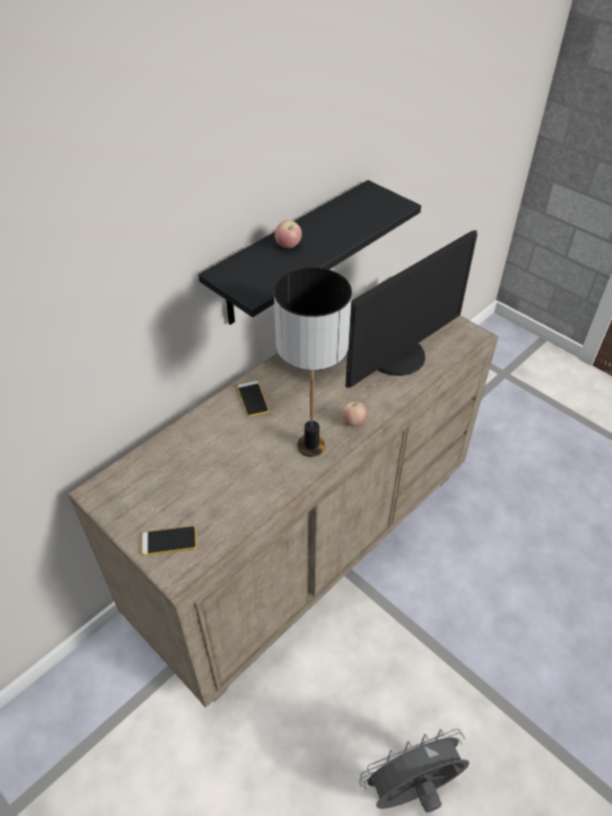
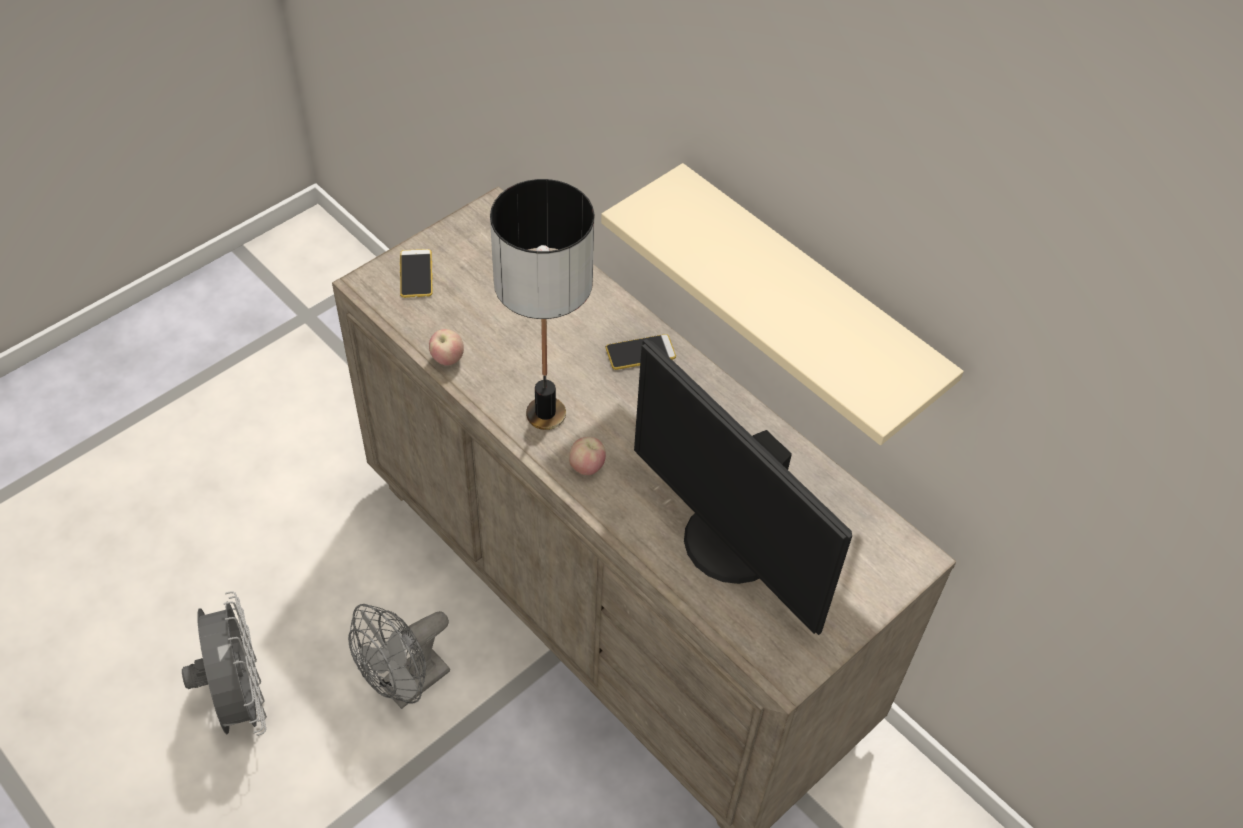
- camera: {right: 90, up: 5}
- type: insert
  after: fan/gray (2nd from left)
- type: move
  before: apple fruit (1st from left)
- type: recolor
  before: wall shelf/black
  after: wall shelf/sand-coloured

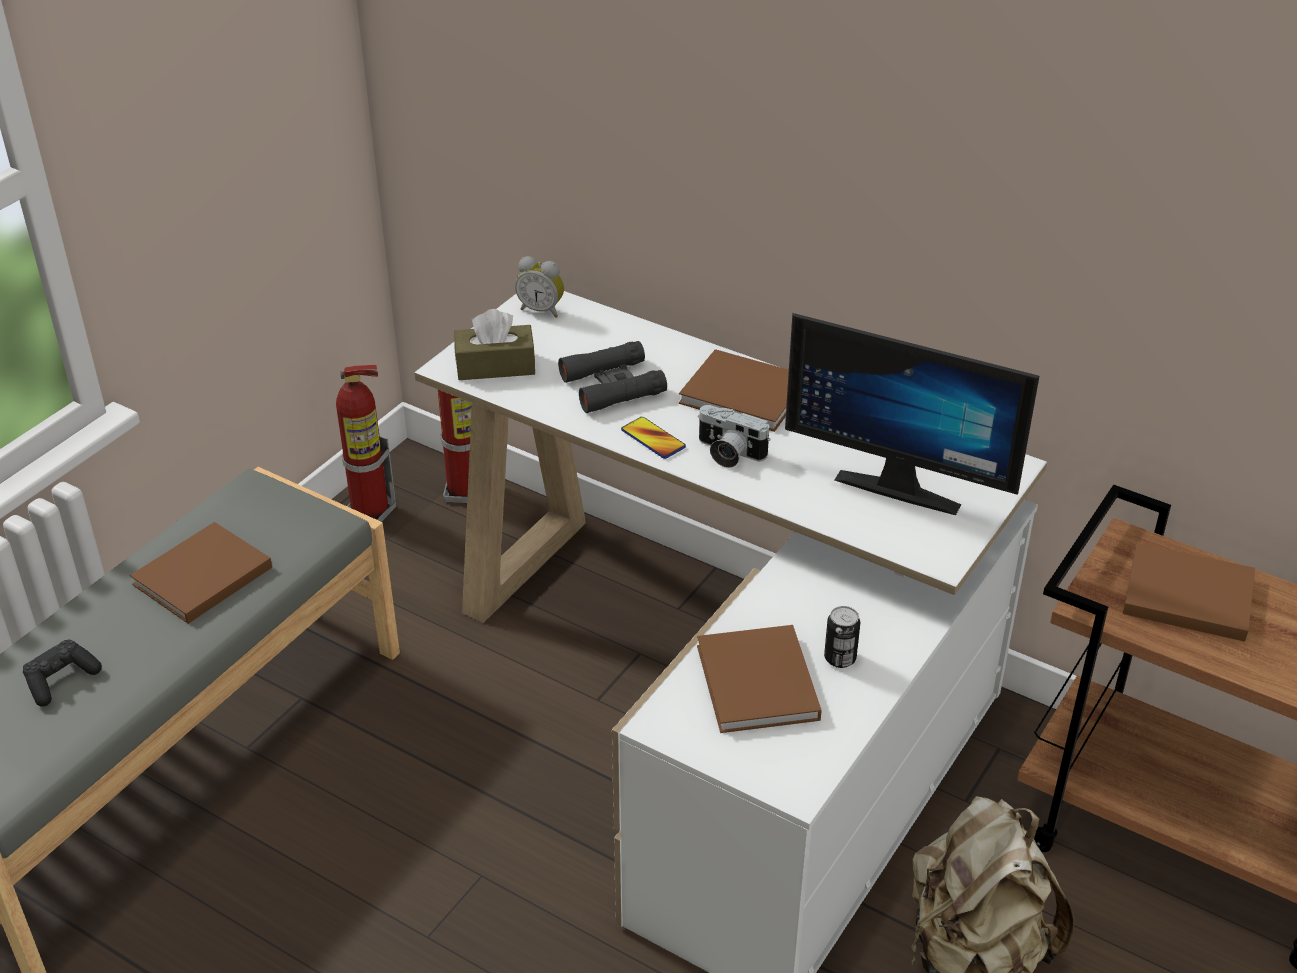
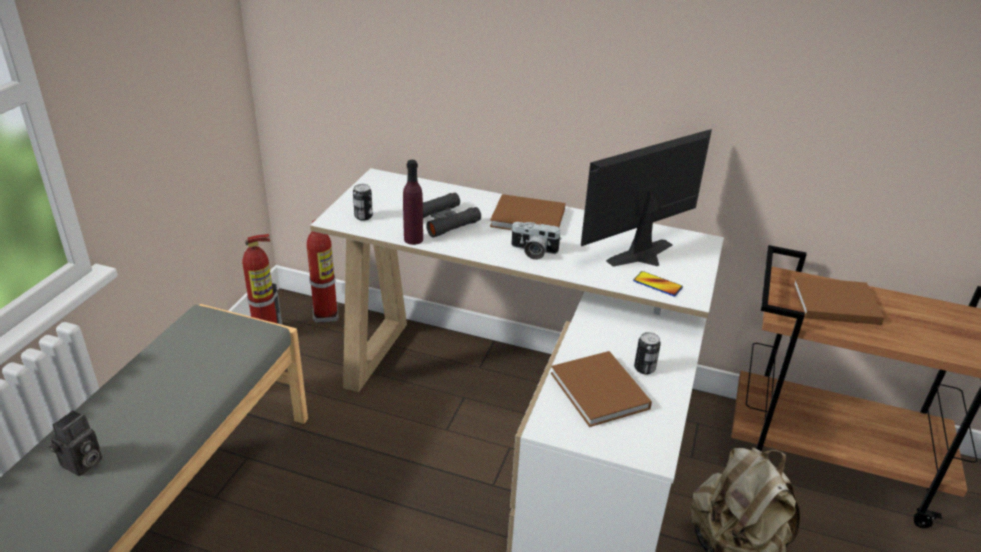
- camera: {right: -15, up: -5}
- type: delete
  before: volume/brownish (1st from left)
- type: delete
  before: alarm clock
- type: insert
  after: drink bottle/purple-coloured
- type: move
  before: telephone
- type: replace
  before: joypad/black
  after: photo camera (1st from left)
- type: replace
  before: box of tissues/brownish
  after: sealed can (1st from left)
- type: rotate
  before: monitor
  turn: 135

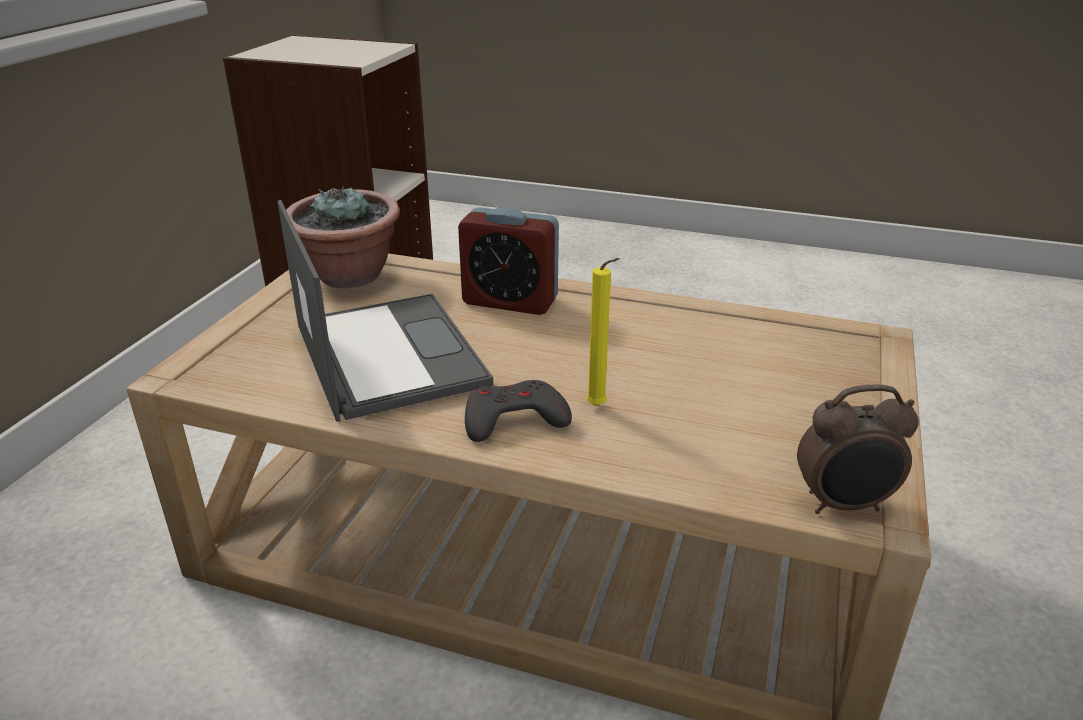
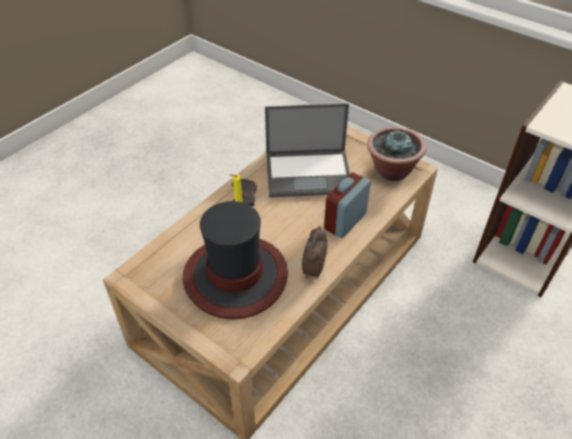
- camera: {right: 110, up: 15}
- type: insert
  after: clothing hat
- type: move
  before: alarm clock (2nd from left in the first image)
  after: alarm clock (1st from left)

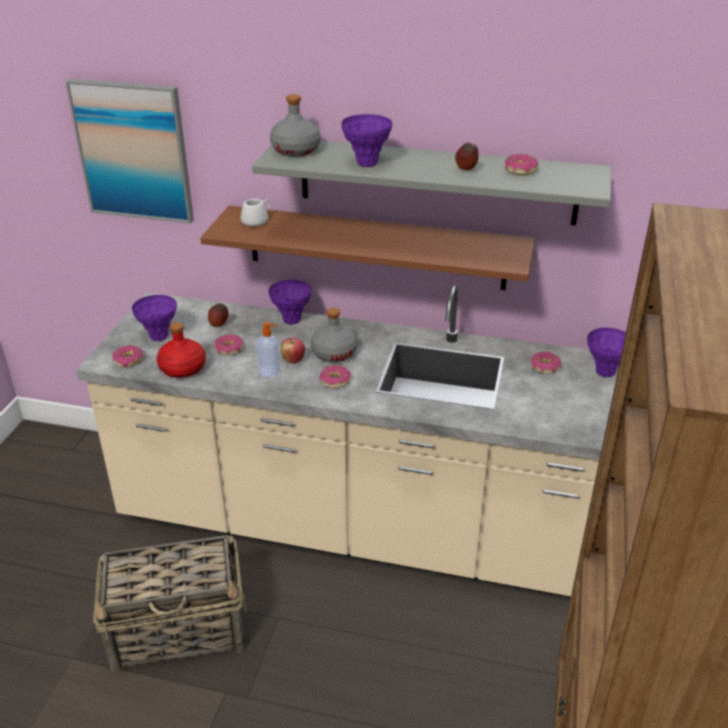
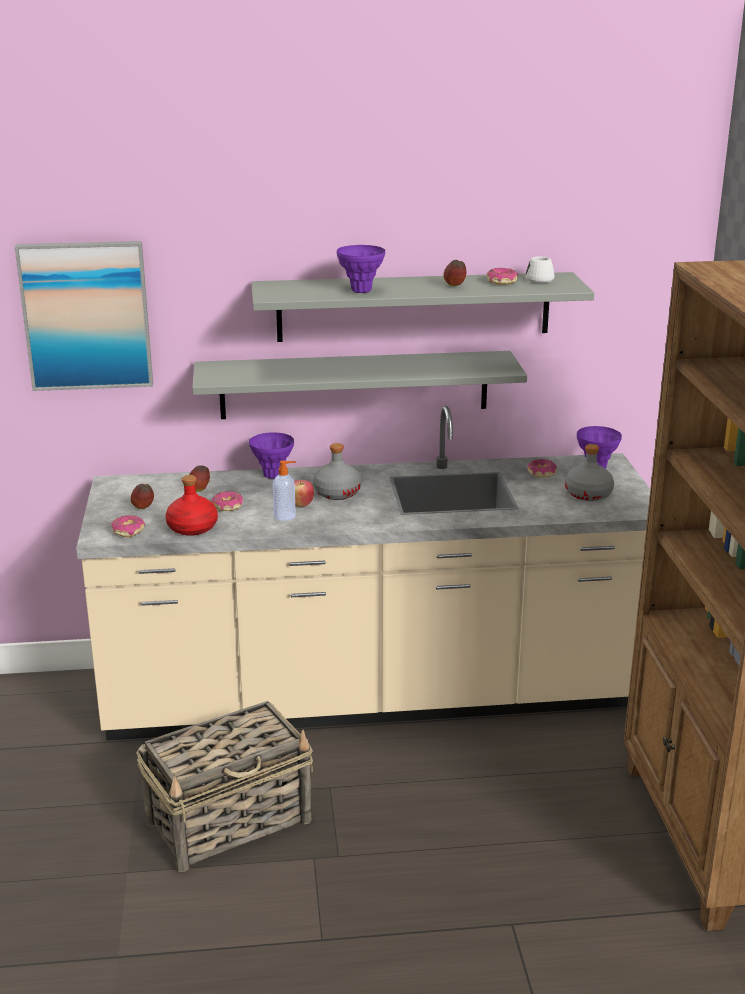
- camera: {right: -20, up: -10}
- type: delete
  before: donut (3rd from left)
- type: move
  before: tea mug/white-coloured
- type: move
  before: drink bottle/gray (1st from left in the first image)
  after: drink bottle/gray (2nd from left)
- type: replace
  before: decorative vase/purple-coloured (1st from left)
  after: apple fruit (1st from left)
- type: recolor
  before: wall shelf/brownish
  after: wall shelf/gray (1st from left)

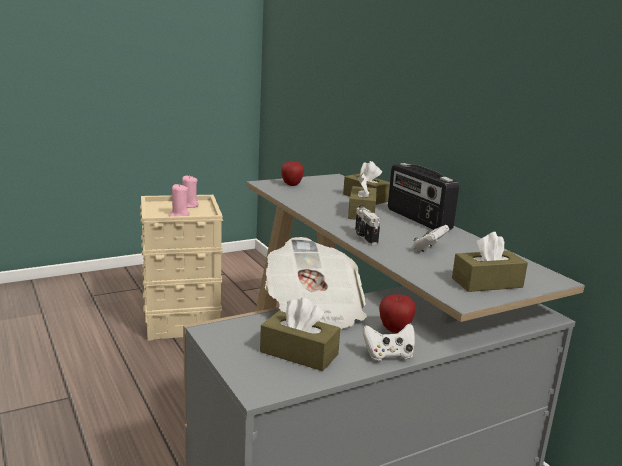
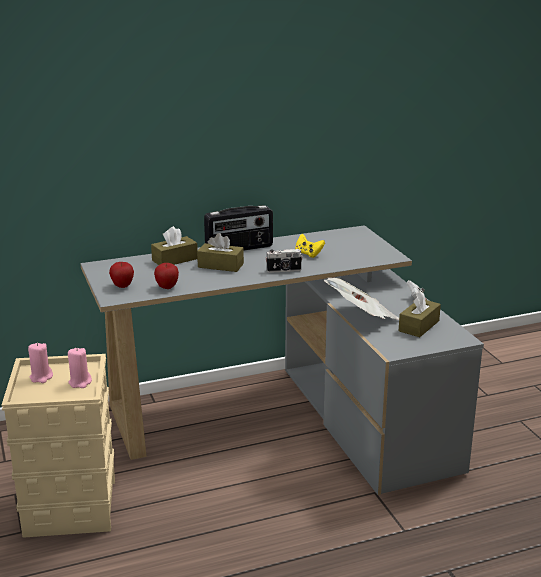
- camera: {right: -80, up: 5}
- type: delete
  before: box of tissues/brownish (4th from left)
- type: move
  before: apple fruit (2nd from left)
- type: recolor
  before: joypad/white-coloured (2nd from left)
  after: joypad/yellowish

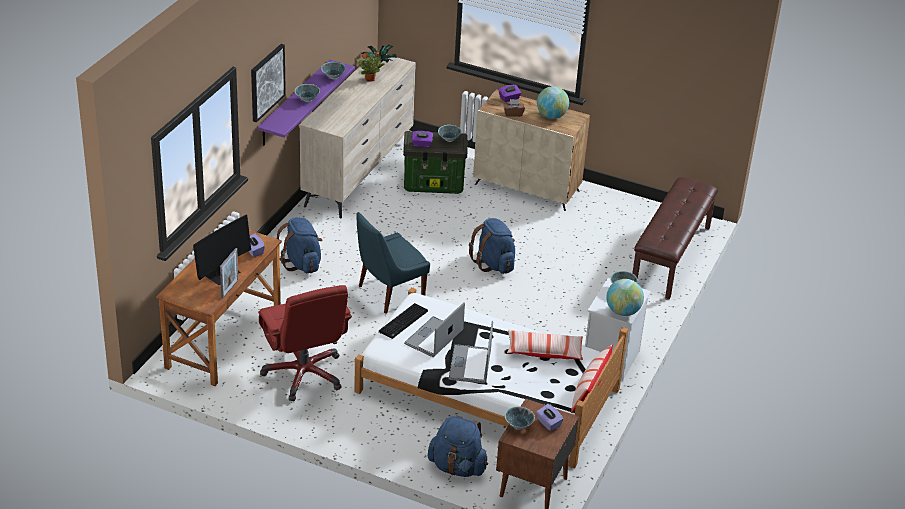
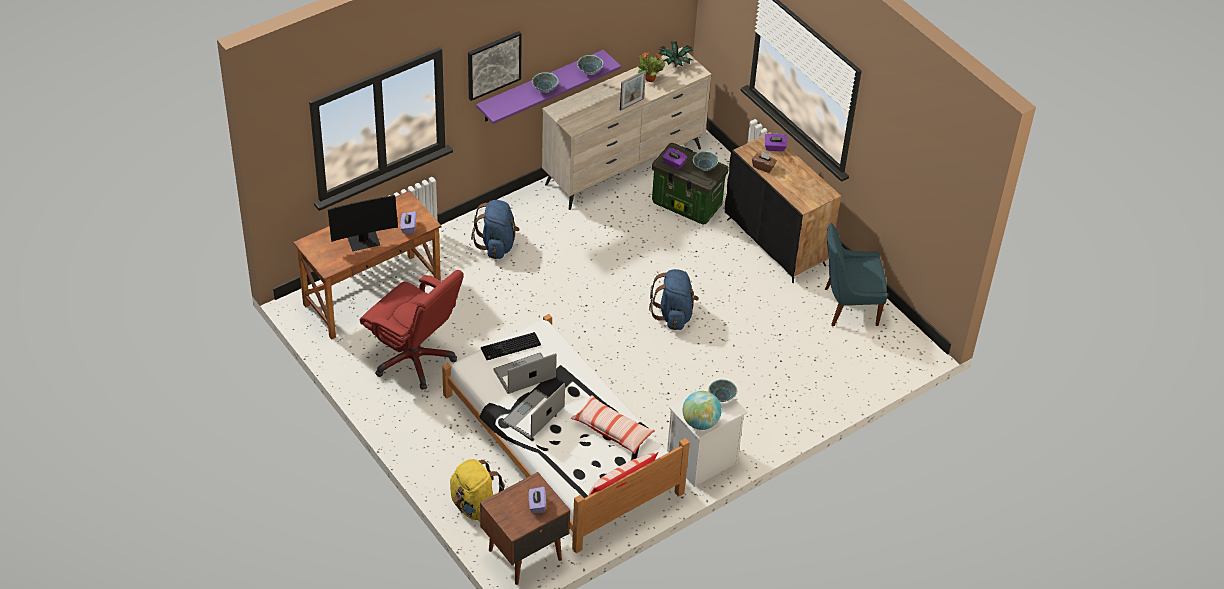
- camera: {right: 30, up: 10}
- type: delete
  before: serving bowl (4th from left)
- type: delete
  before: globe (1st from left)
- type: delete
  before: indoor bench/brownish
- type: move
  before: standing frame
- type: move
  before: upright chair/blue-coloured
- type: recolor
  before: backpack/blue-coloured (2nd from left)
  after: backpack/yellowish
- type: recolor
  before: storage cabinet/sand-coloured
  after: storage cabinet/black
- type: rotate
  before: desk chair/red
  turn: -60

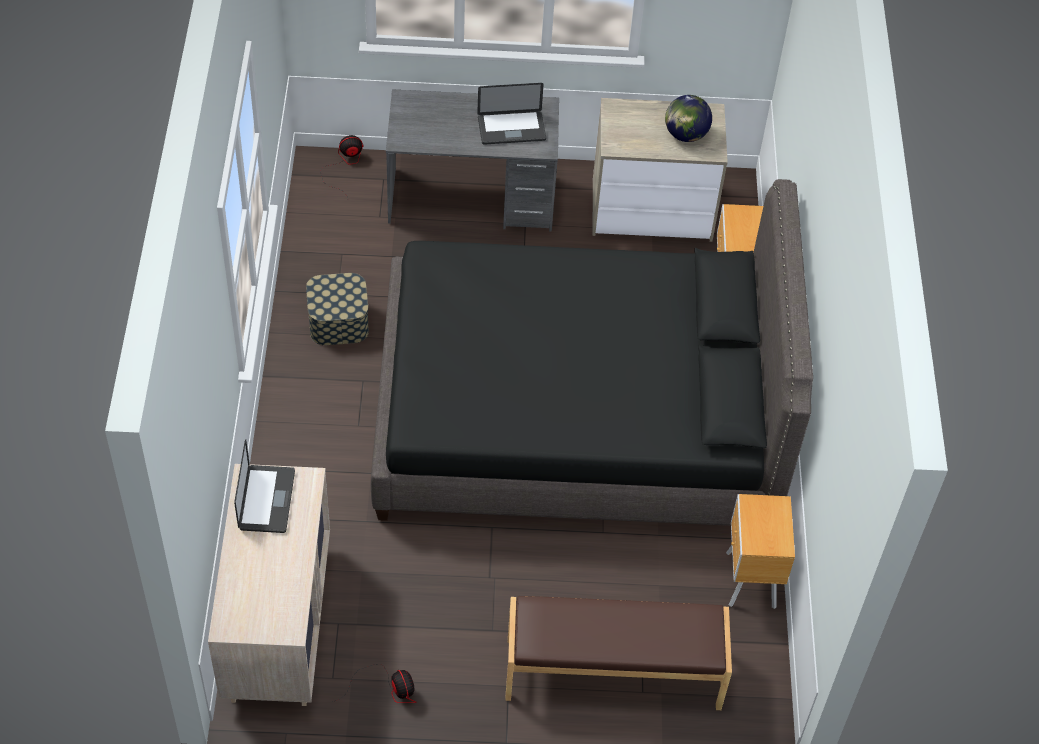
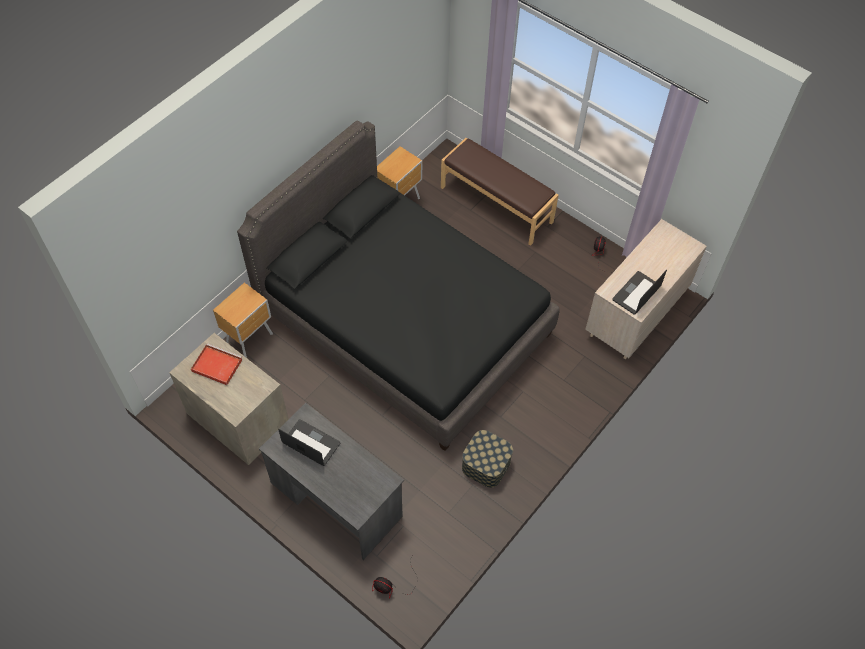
- camera: {right: -140, up: 5}
- type: replace
  before: globe
  after: tray/red

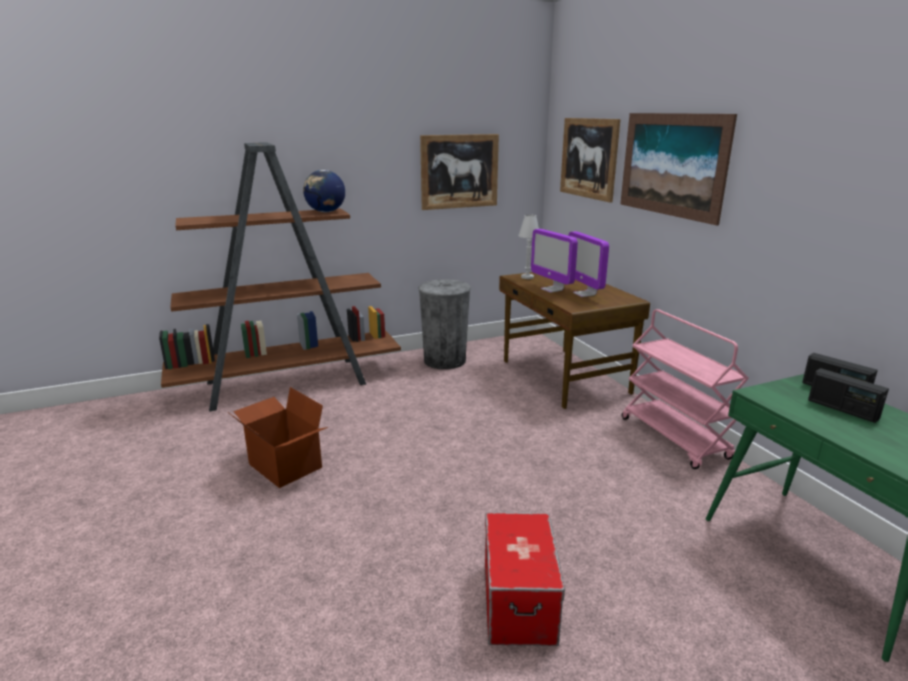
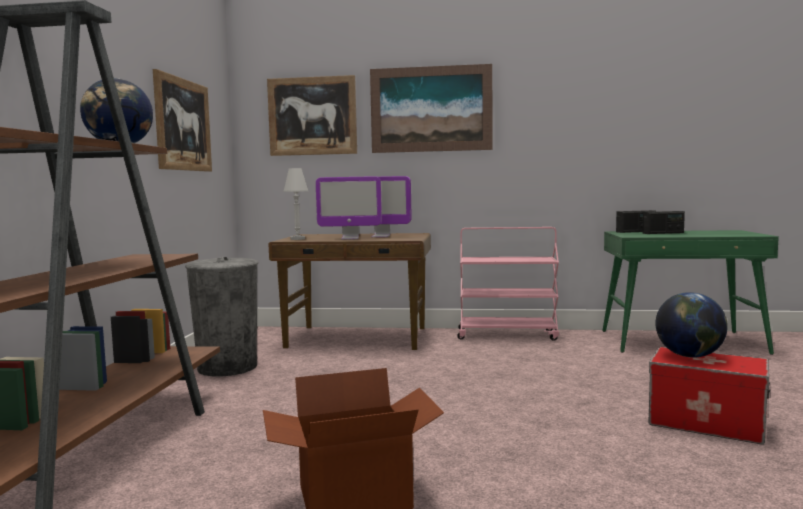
- camera: {right: -60, up: -15}
- type: insert
  after: globe (2nd from left)

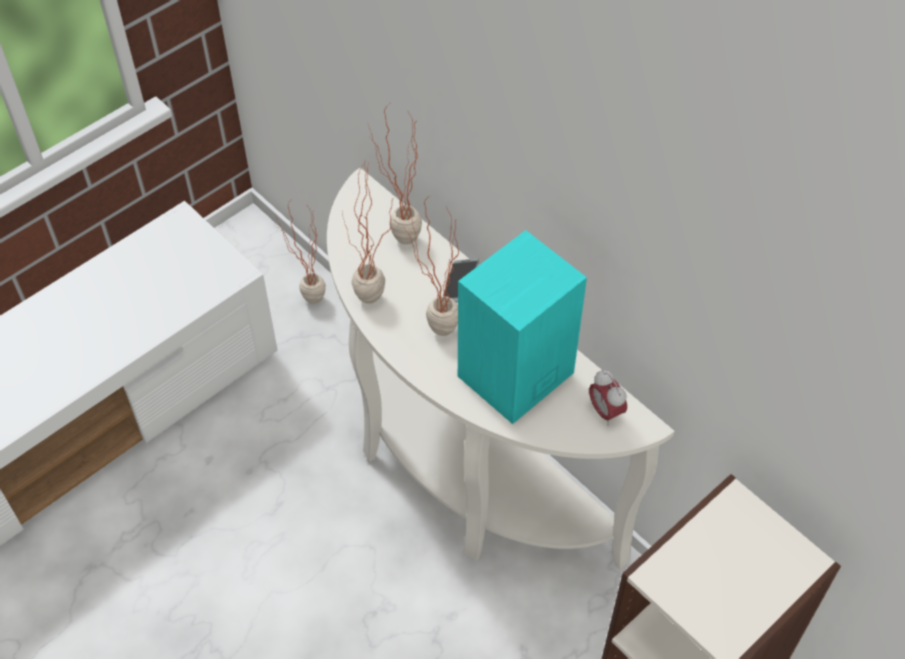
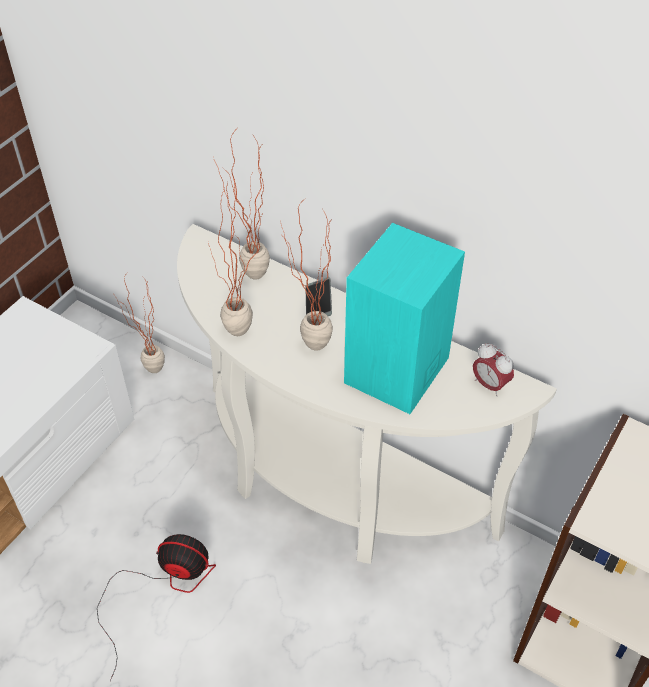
- camera: {right: -15, up: -5}
- type: insert
  after: fan

